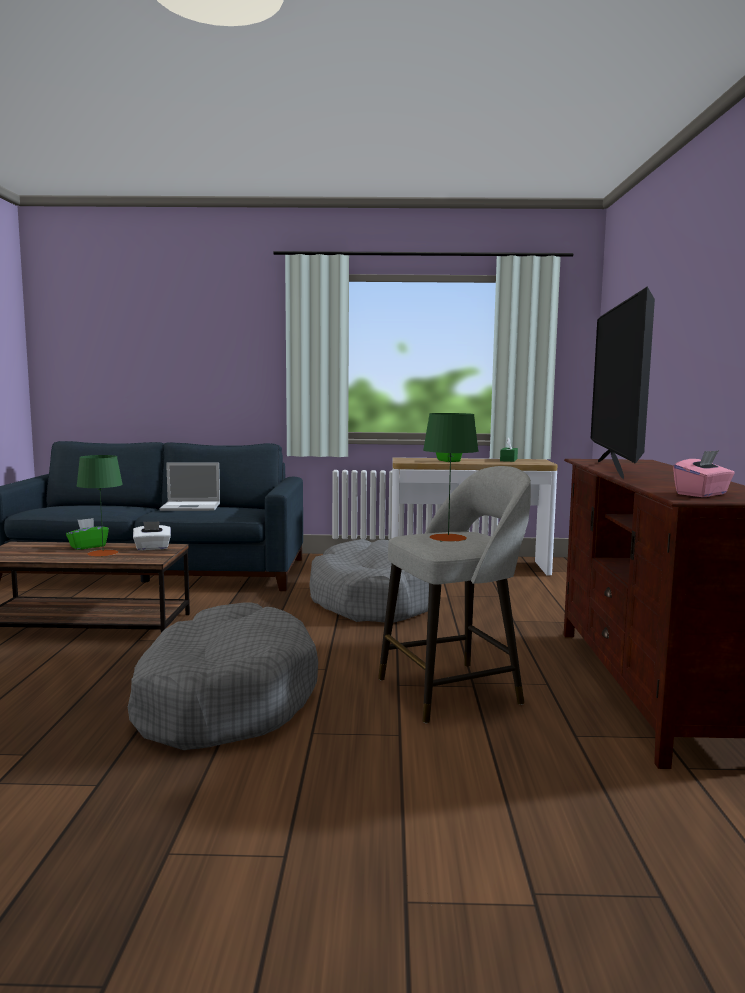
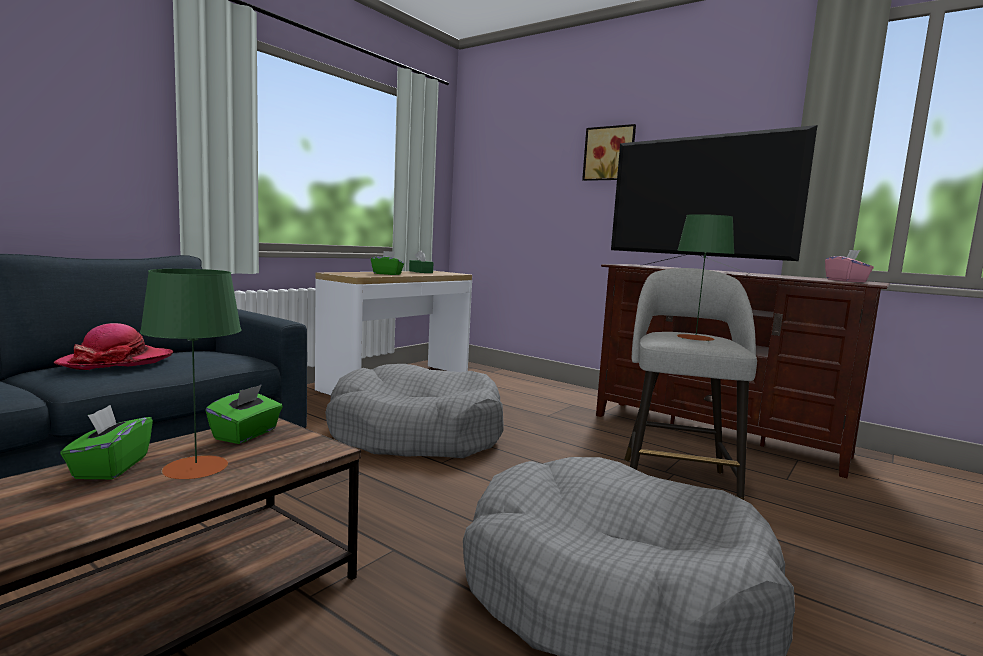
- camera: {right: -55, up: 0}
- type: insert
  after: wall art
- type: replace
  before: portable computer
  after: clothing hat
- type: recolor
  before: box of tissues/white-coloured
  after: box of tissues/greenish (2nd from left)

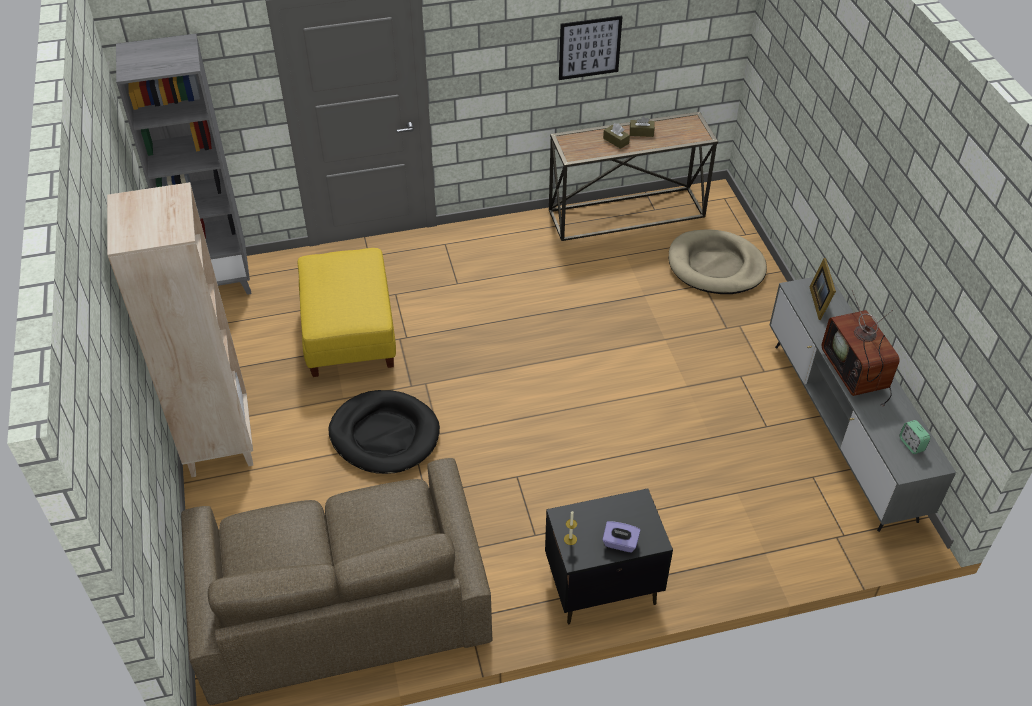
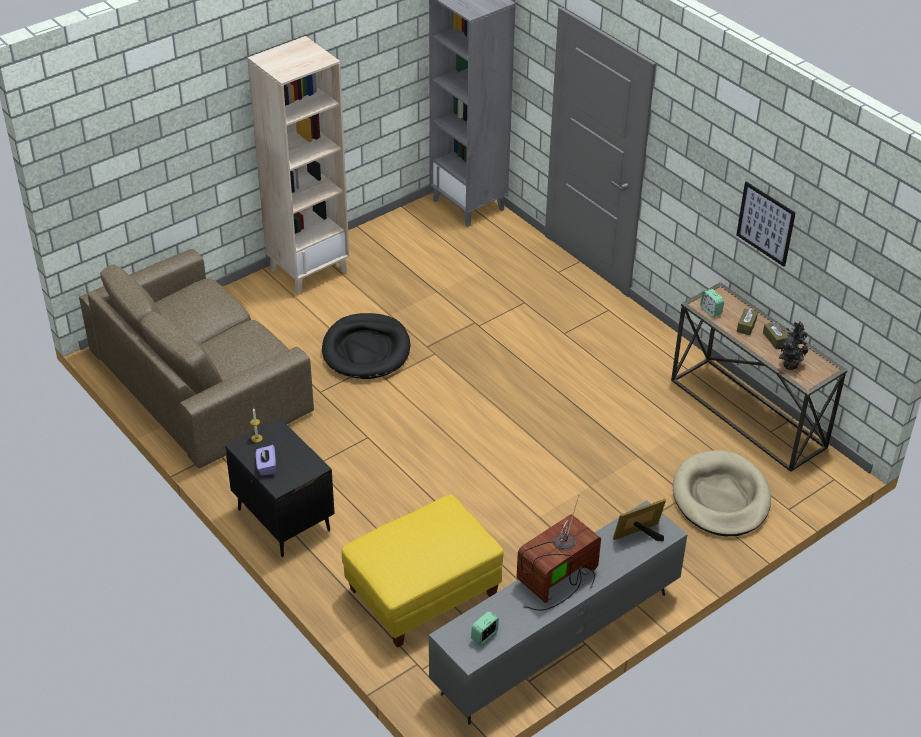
- camera: {right: 65, up: -5}
- type: insert
  after: alarm clock (2nd from left)
- type: insert
  after: houseplant
- type: move
  before: footrest/yellowish

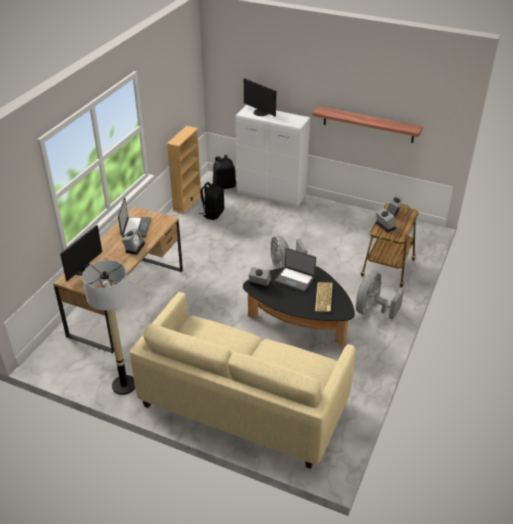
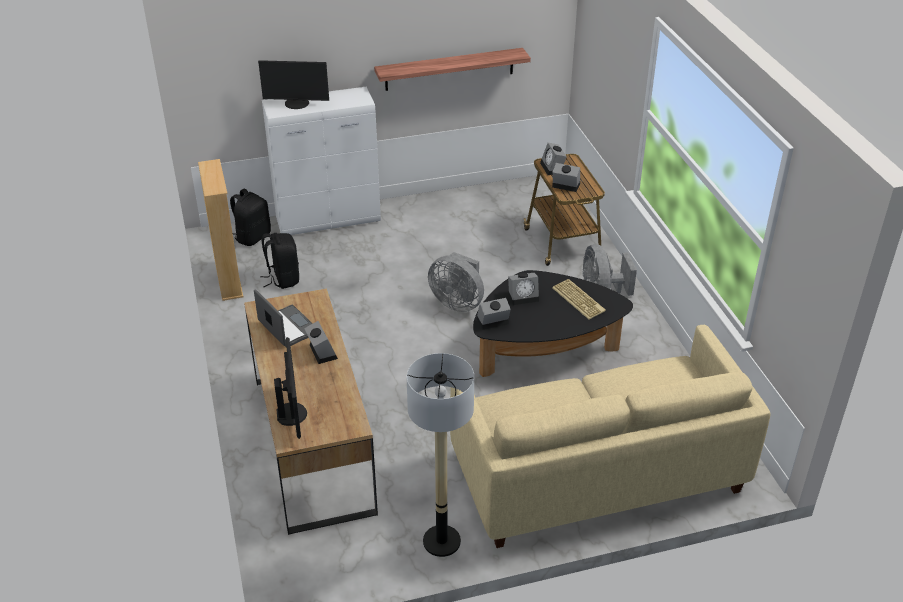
- camera: {right: -40, up: 0}
- type: replace
  before: portable computer (2nd from left)
  after: alarm clock (3rd from left)

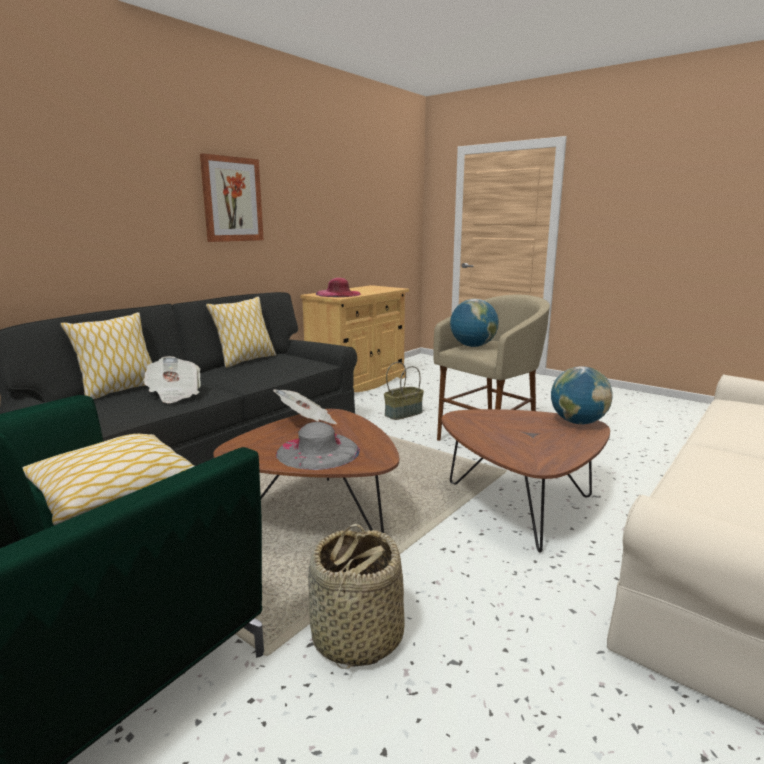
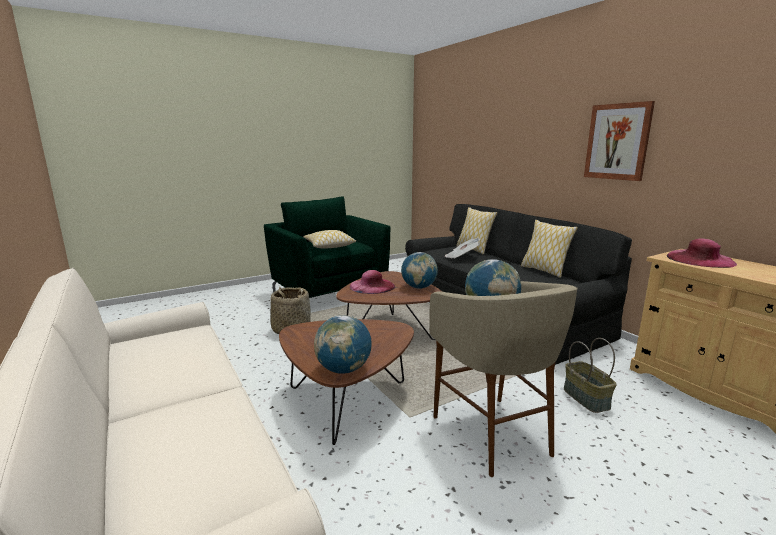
- camera: {right: 110, up: 0}
- type: replace
  before: daily paper (2nd from left)
  after: globe (2nd from left)
- type: recolor
  before: clothing hat/gray
  after: clothing hat/pink (1st from left)

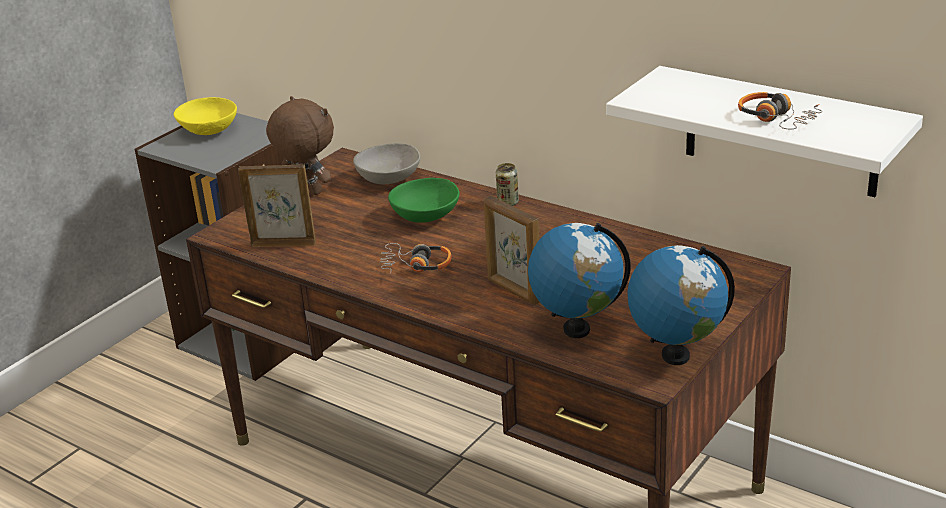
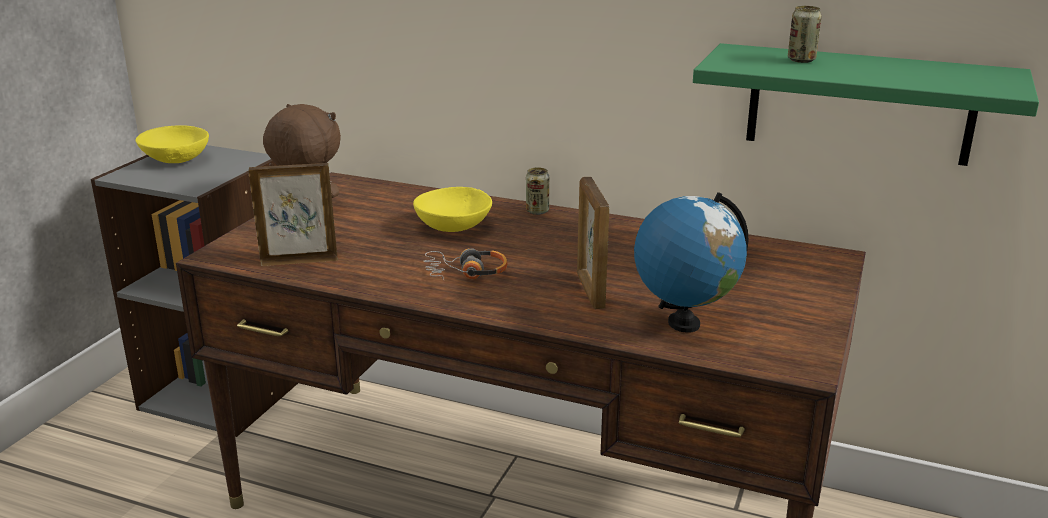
- camera: {right: -15, up: -5}
- type: delete
  before: serving bowl/gray
- type: delete
  before: globe (2nd from left)
- type: delete
  before: headphones (2nd from left)
- type: insert
  after: sealed can (2nd from left)
- type: recolor
  before: serving bowl/greenish
  after: serving bowl/yellowish (2nd from left)
- type: recolor
  before: wall shelf/white-coloured
  after: wall shelf/greenish
- type: rotate
  before: standing frame (2nd from left)
  turn: 45

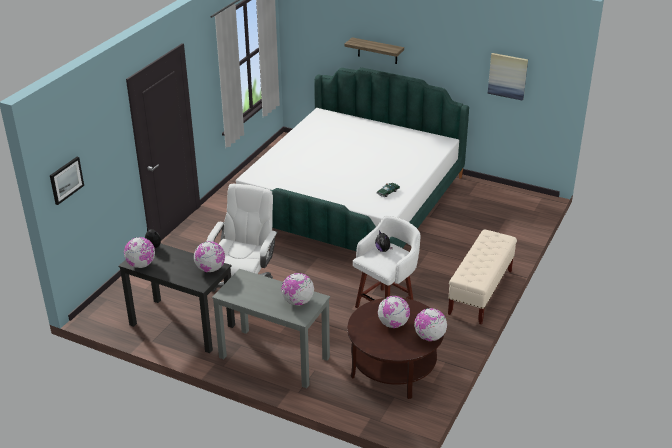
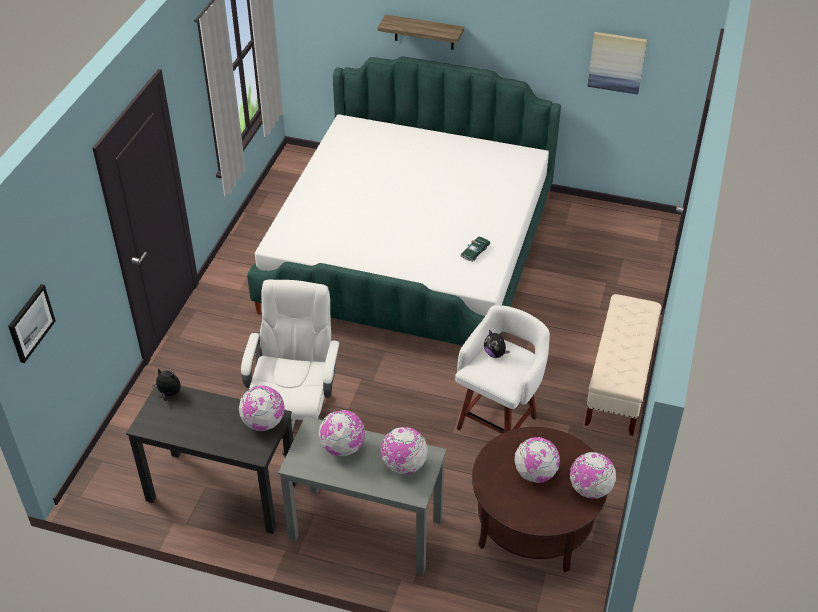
- camera: {right: -10, up: 10}
- type: move
  before: globe (1st from left in the first image)
  after: globe (2nd from left)

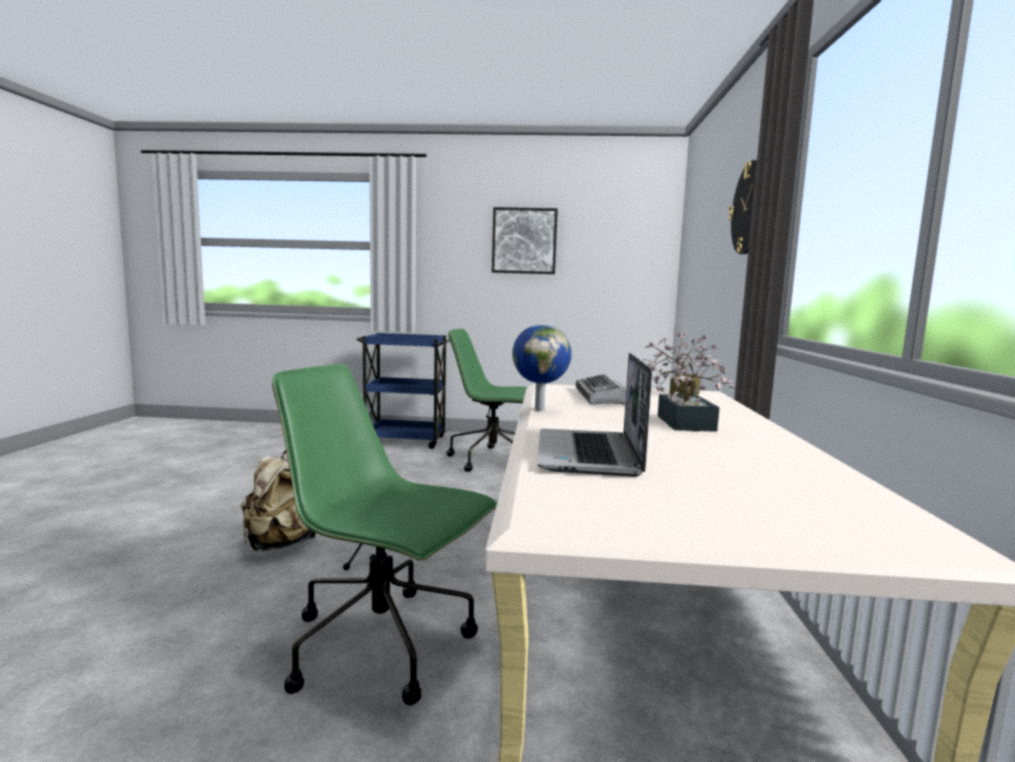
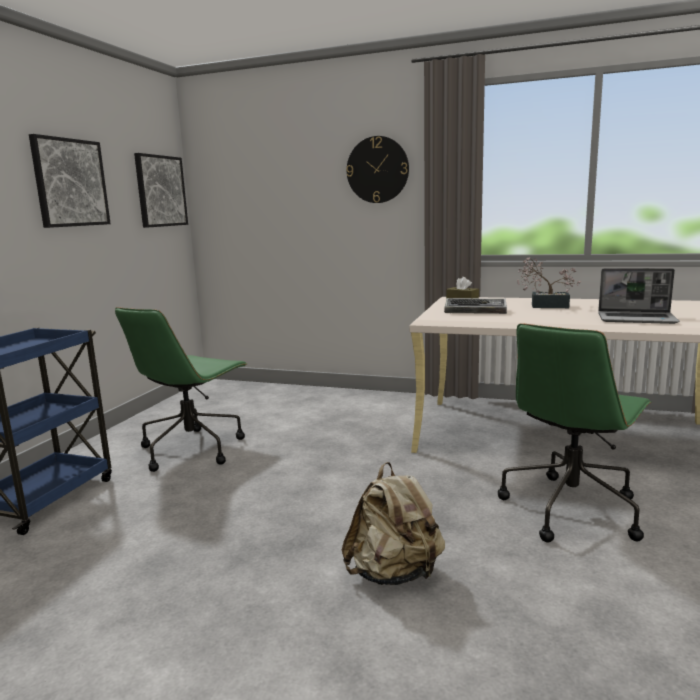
- camera: {right: -75, up: 5}
- type: delete
  before: globe
- type: insert
  after: wall art (2nd from left)

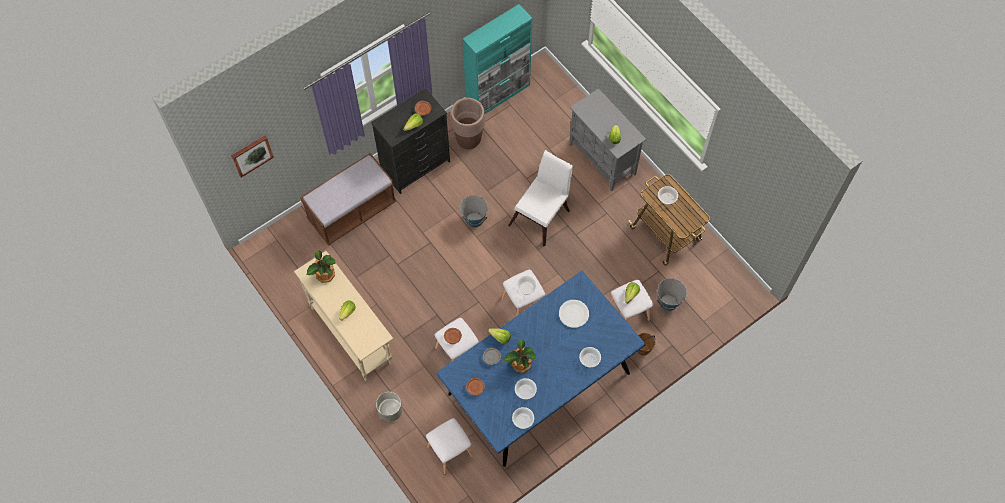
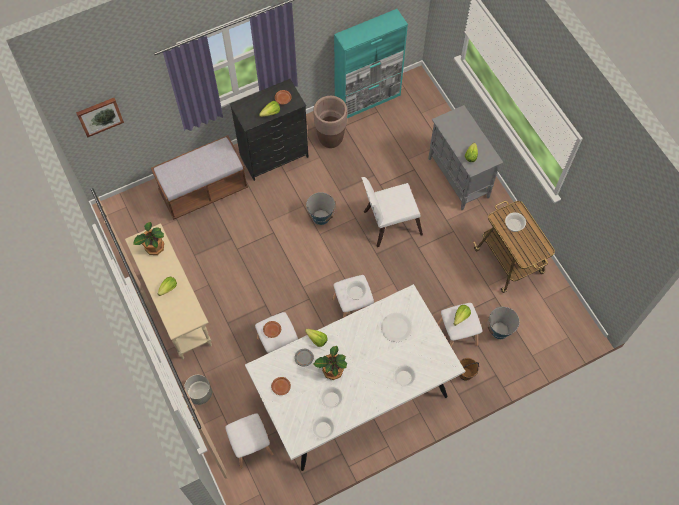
- camera: {right: 10, up: 0}
- type: recolor
  before: kitchen table/blue-coloured
  after: kitchen table/white-coloured
- type: rotate
  before: upright chair/white-coloured
  turn: -150

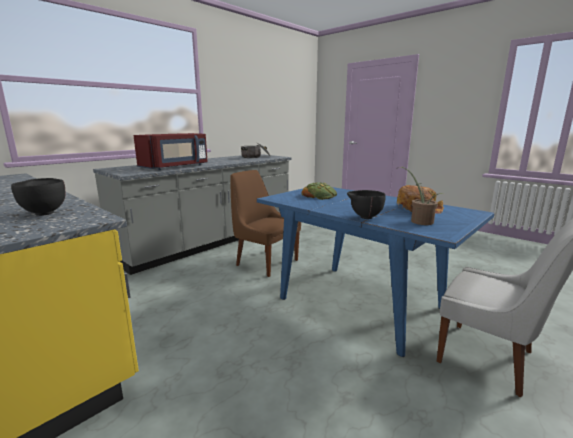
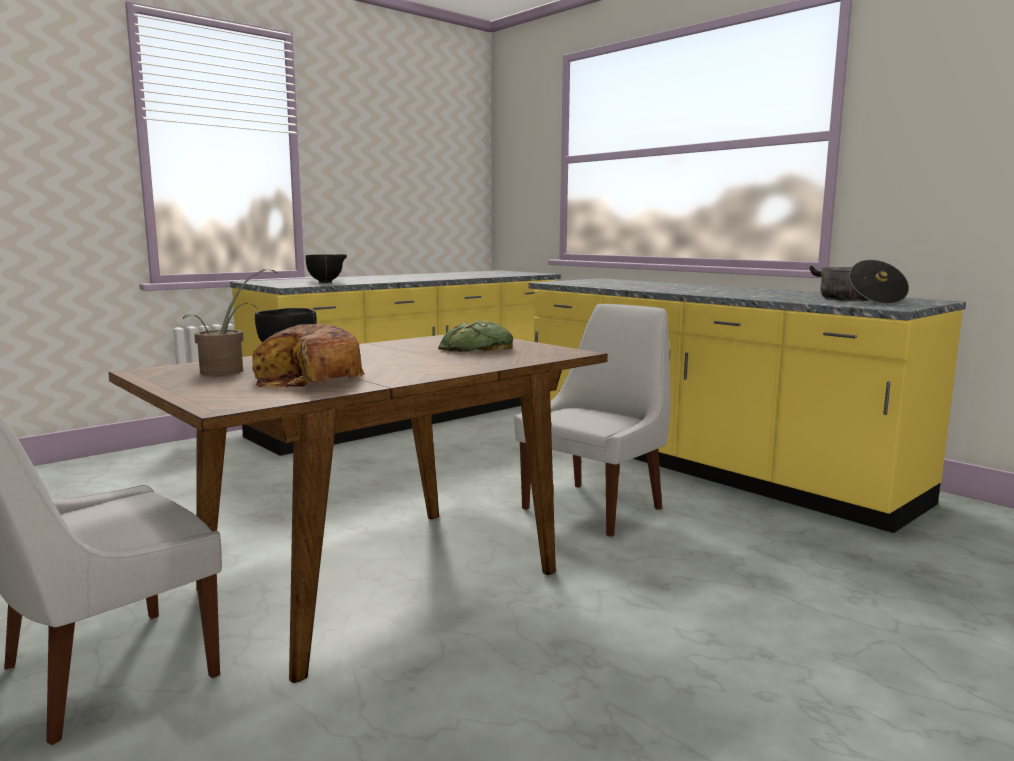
- camera: {right: 95, up: -5}
- type: delete
  before: microwave/red
- type: recolor
  before: kitchen counter/gray
  after: kitchen counter/yellowish (2nd from left)
- type: recolor
  before: upright chair/brownish
  after: upright chair/white-coloured (2nd from left)
- type: recolor
  before: kitchen table/blue-coloured
  after: kitchen table/brownish

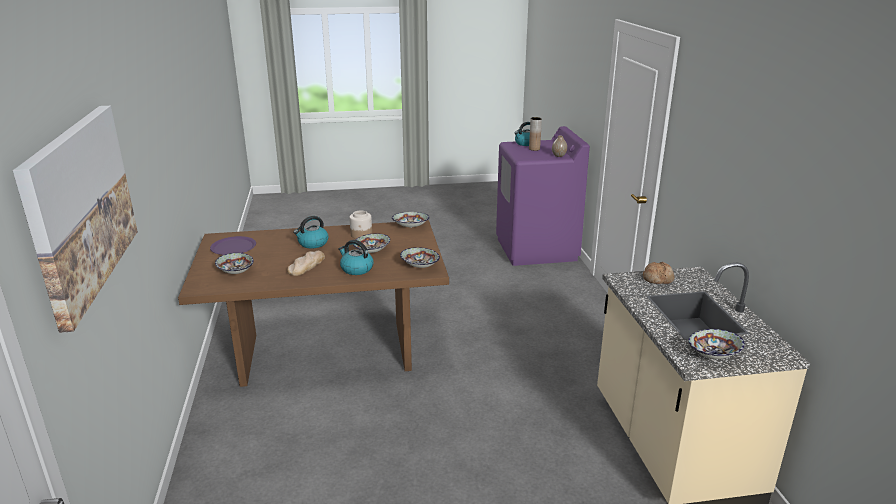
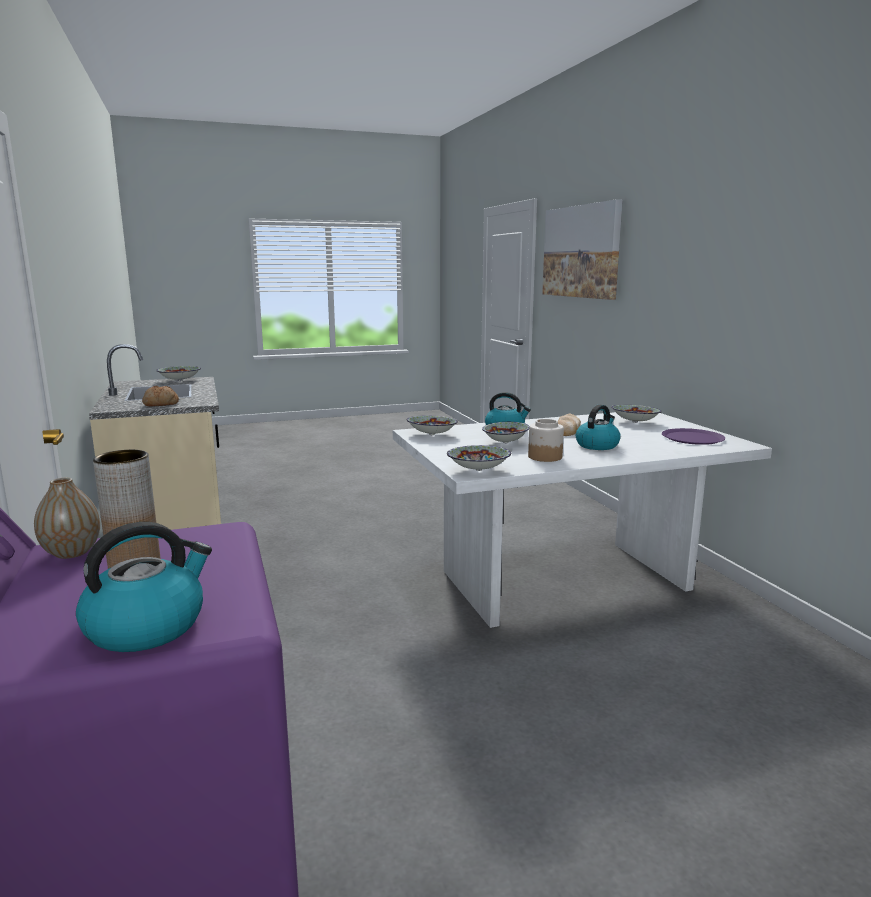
- camera: {right: 170, up: -10}
- type: recolor
  before: kitchen table/brownish
  after: kitchen table/white-coloured

